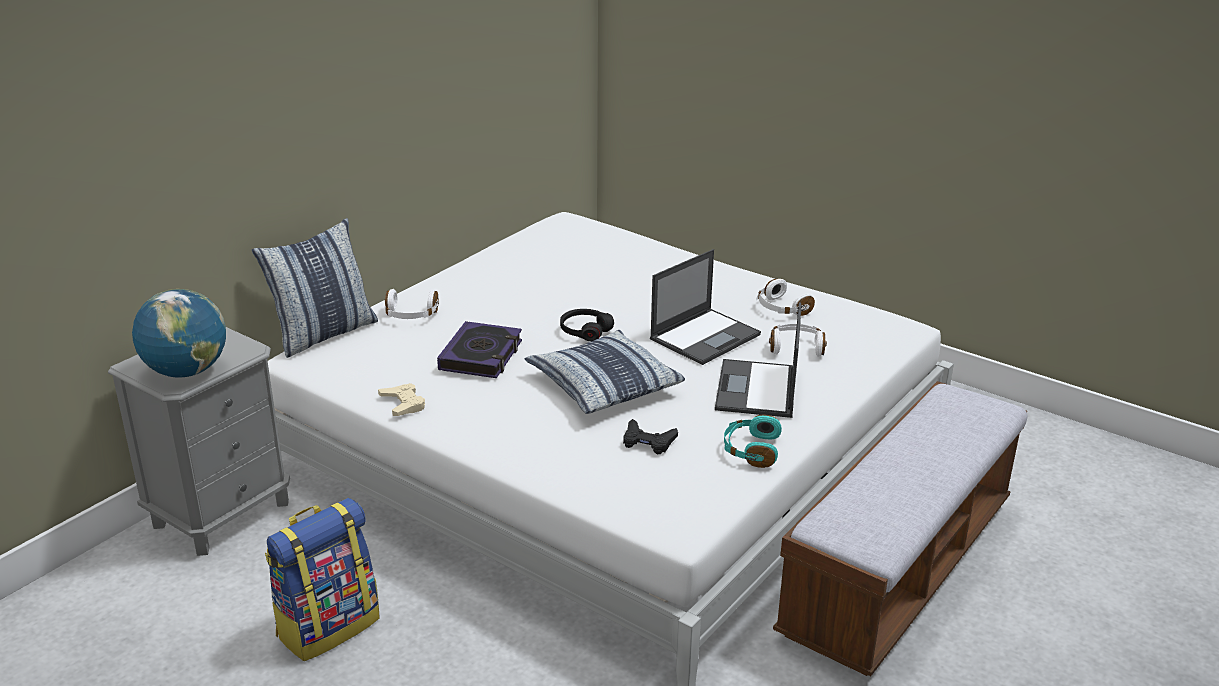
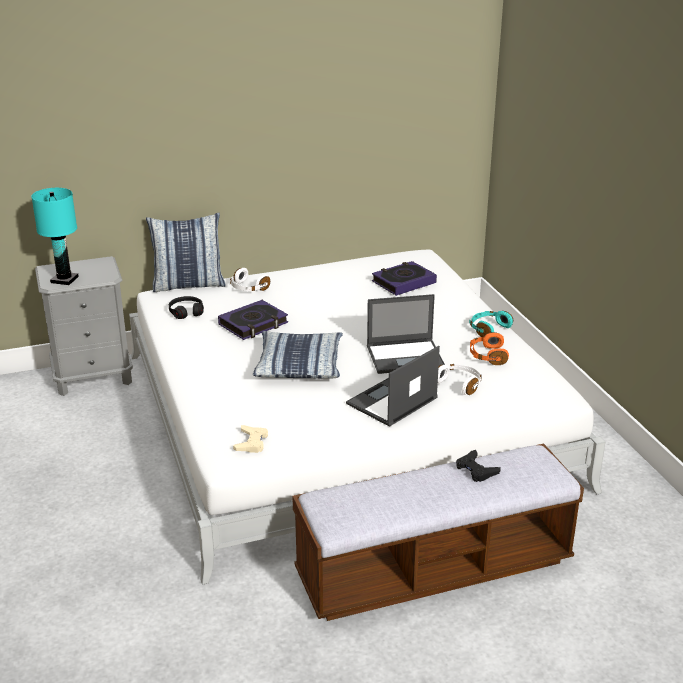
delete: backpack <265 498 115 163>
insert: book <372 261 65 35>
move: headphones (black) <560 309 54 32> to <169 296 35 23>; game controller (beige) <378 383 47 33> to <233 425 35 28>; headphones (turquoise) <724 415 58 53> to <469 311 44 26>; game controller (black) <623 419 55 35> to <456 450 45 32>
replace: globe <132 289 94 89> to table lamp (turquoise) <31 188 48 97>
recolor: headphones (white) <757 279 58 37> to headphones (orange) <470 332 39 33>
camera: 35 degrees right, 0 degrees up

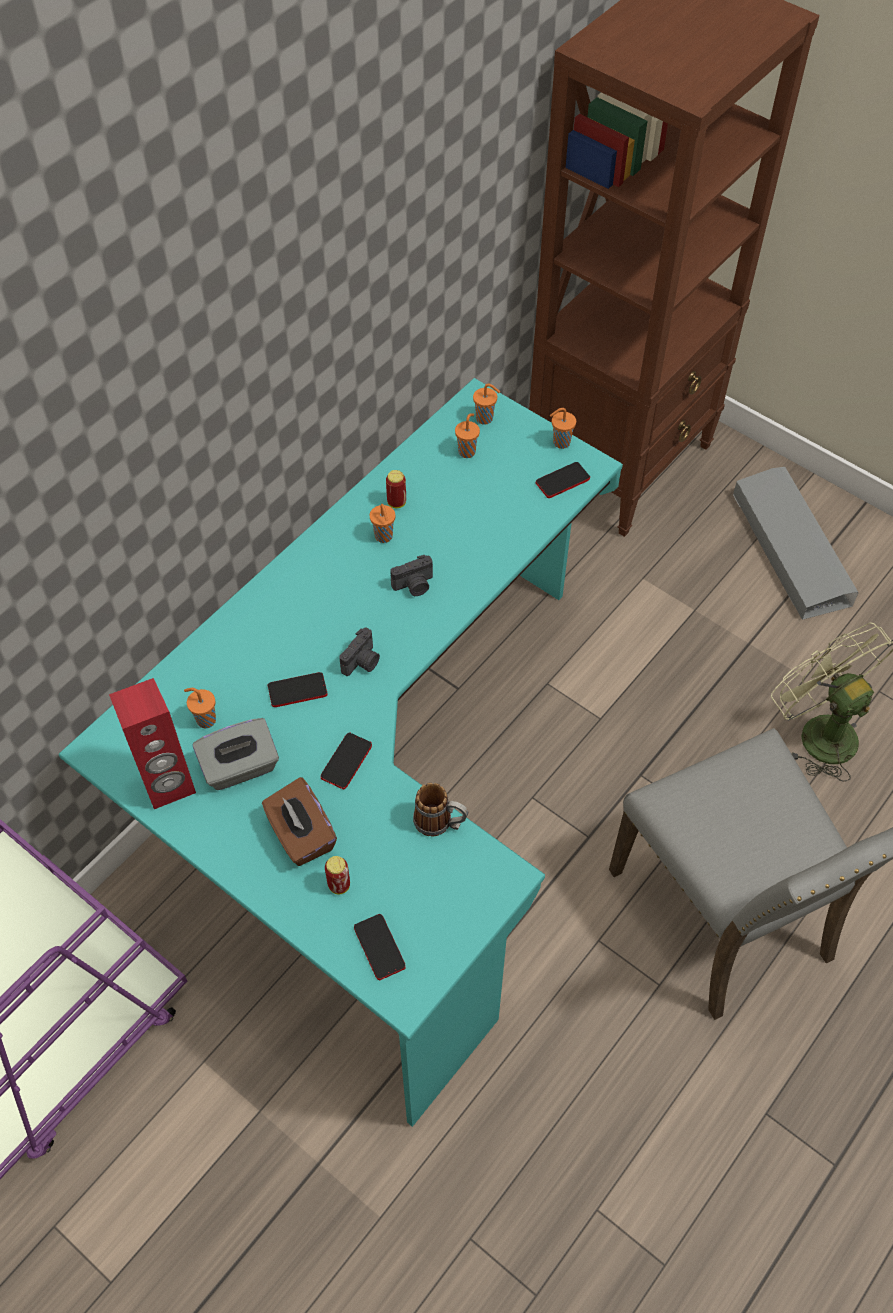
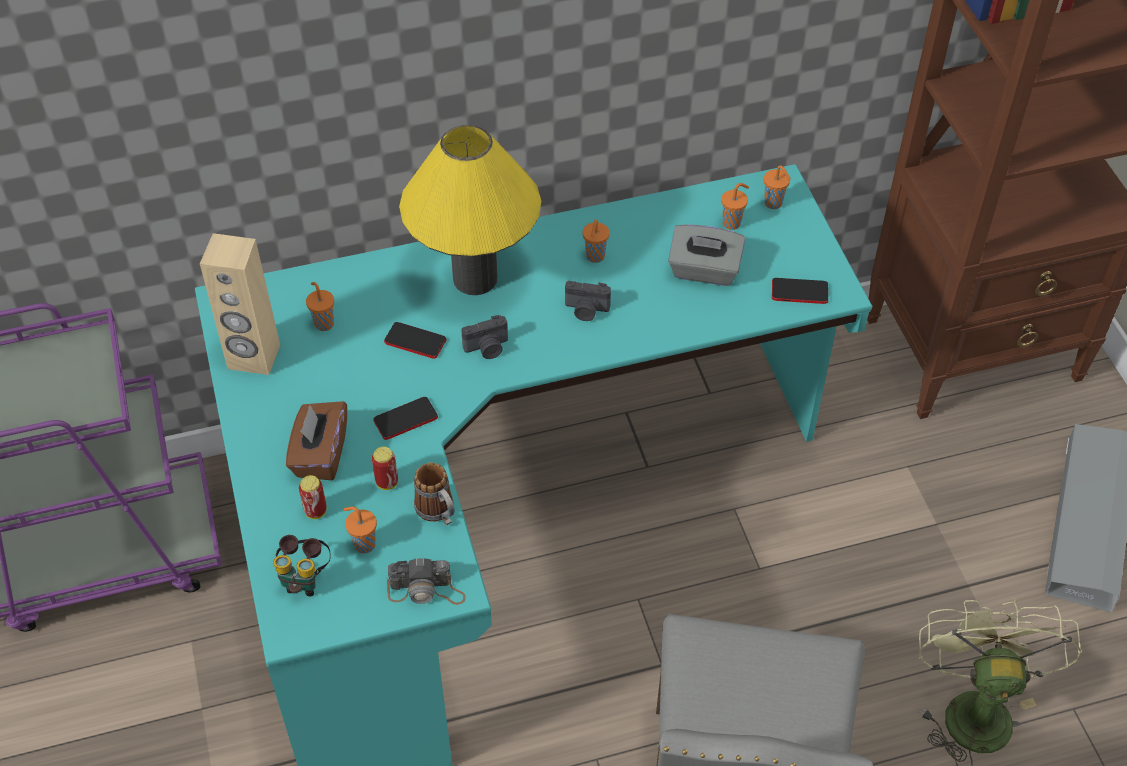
insert: table lamp (yellow) <399 125 142 170>; photo camera <387 558 79 47>
move: cup (orange) <550 408 26 41> to <344 506 33 48>; can <386 470 20 38> to <372 447 26 43>; tissue box (grey) <193 718 86 72> to <668 224 77 62>
replace: phone <354 914 52 66> to binoculars <273 535 58 62>
recolor: speaker (red) <109 678 87 131> to speaker (beige) <200 233 80 142>
camera: 35 degrees right, 5 degrees down

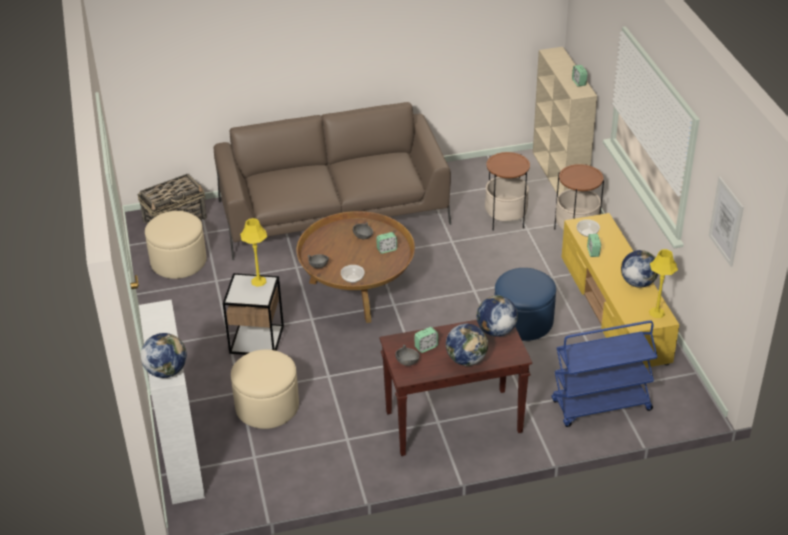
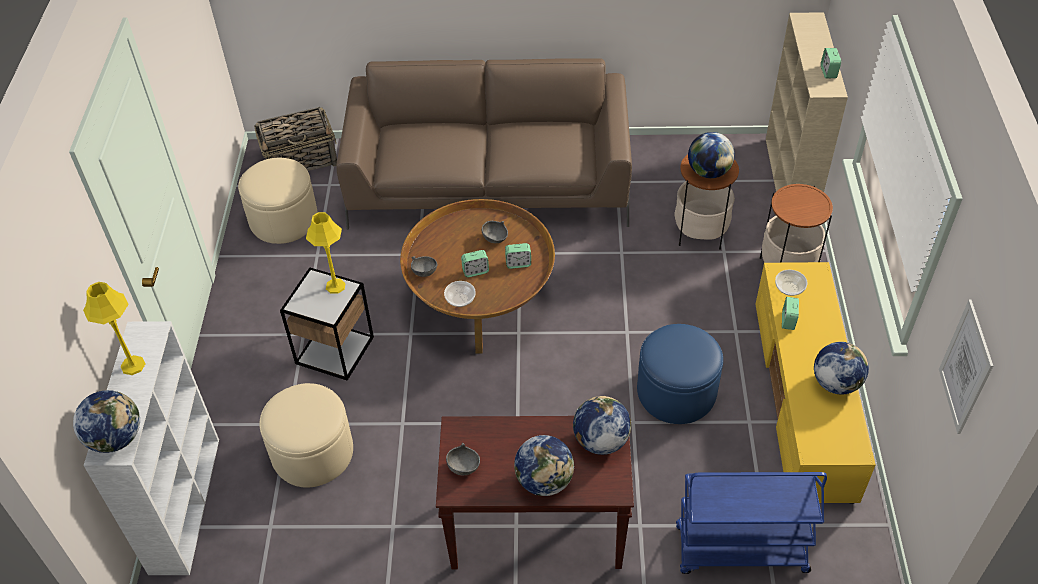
insert: globe <688 132 47 46>
move: table lamp (yellow) <649 249 29 69> to <83 282 62 93>; alarm clock <414 327 24 26> to <461 250 28 27>
camera: 15 degrees right, 10 degrees up

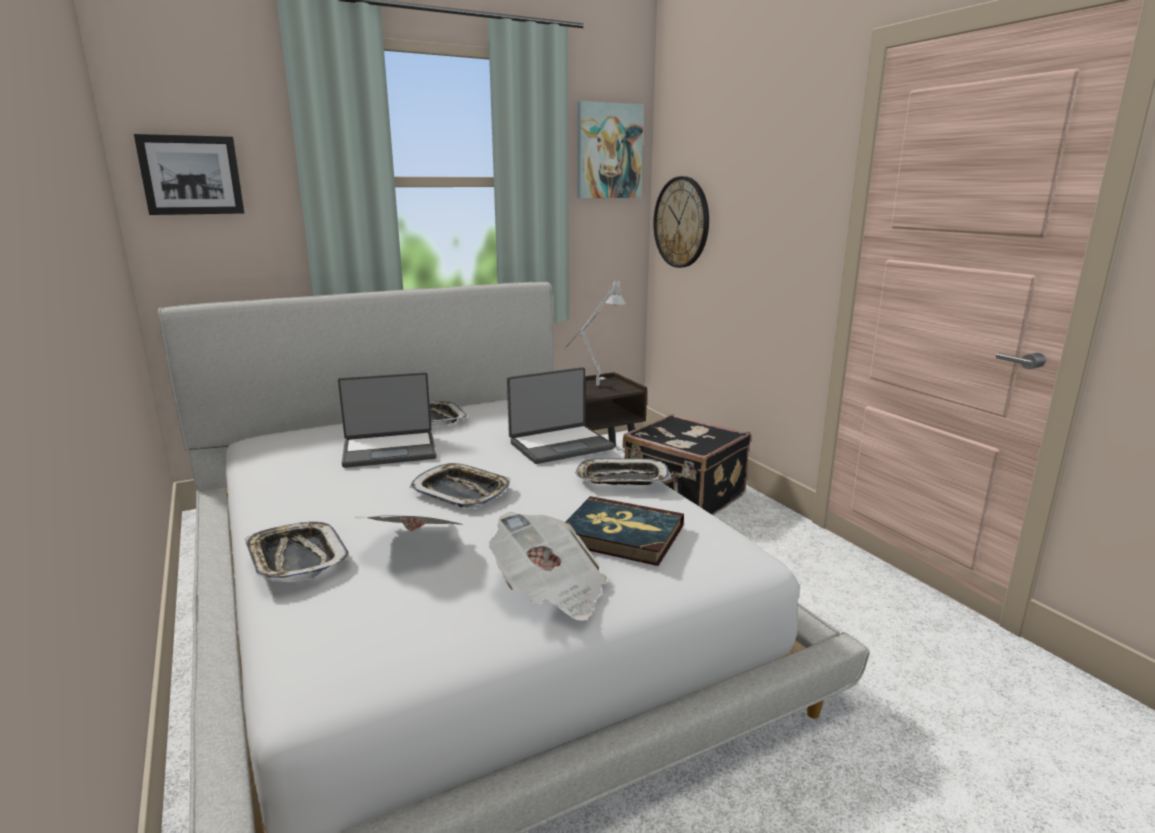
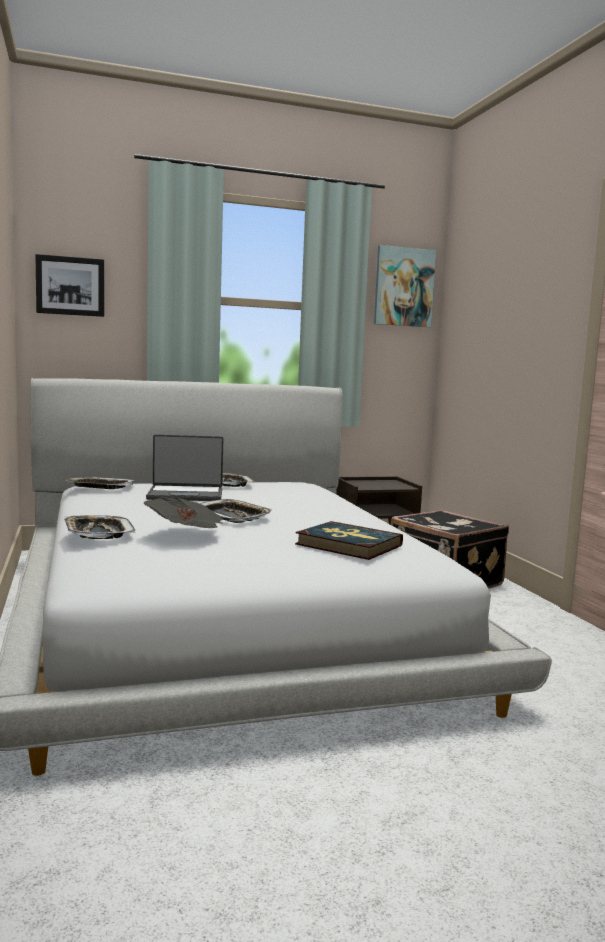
delete: wall clock <653 176 56 92>; table lamp (grey) <564 281 62 105>; laptop <507 367 107 97>; newspaper <489 512 119 109>
move: tray <575 458 96 27> to <66 477 69 12>
camera: 10 degrees right, 10 degrees down

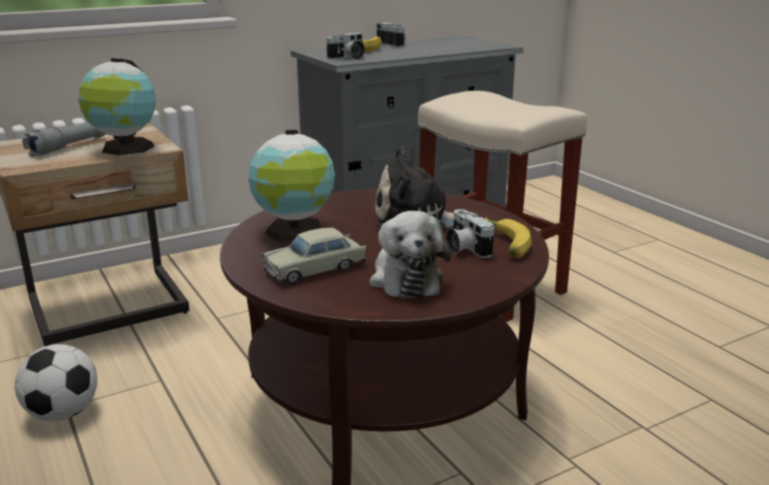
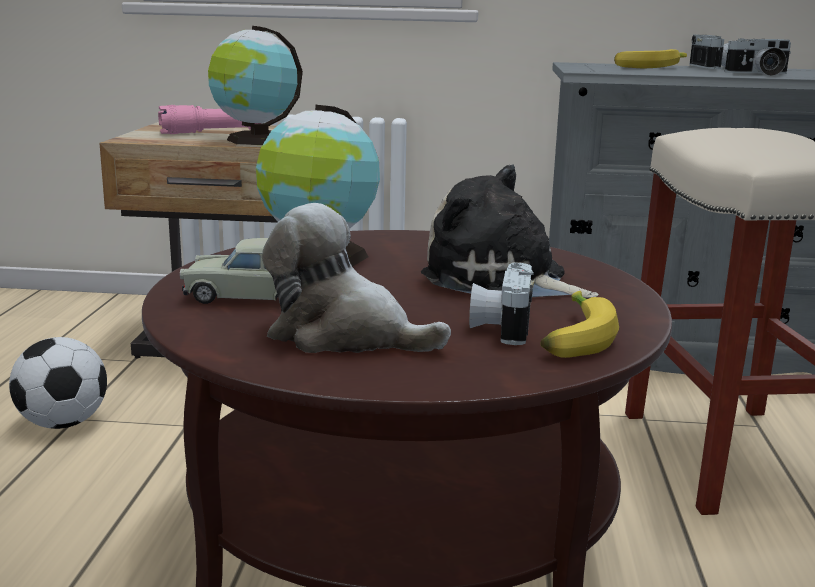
move: photo camera <326 32 39 27> to <725 38 66 38>
recolor: flashlight (grey) <22 122 84 35> to flashlight (pink) <158 105 102 29>
rotate: plush toy <370 211 81 88> = <262 203 189 150> 90 degrees clockwise
camera: 35 degrees right, 5 degrees down

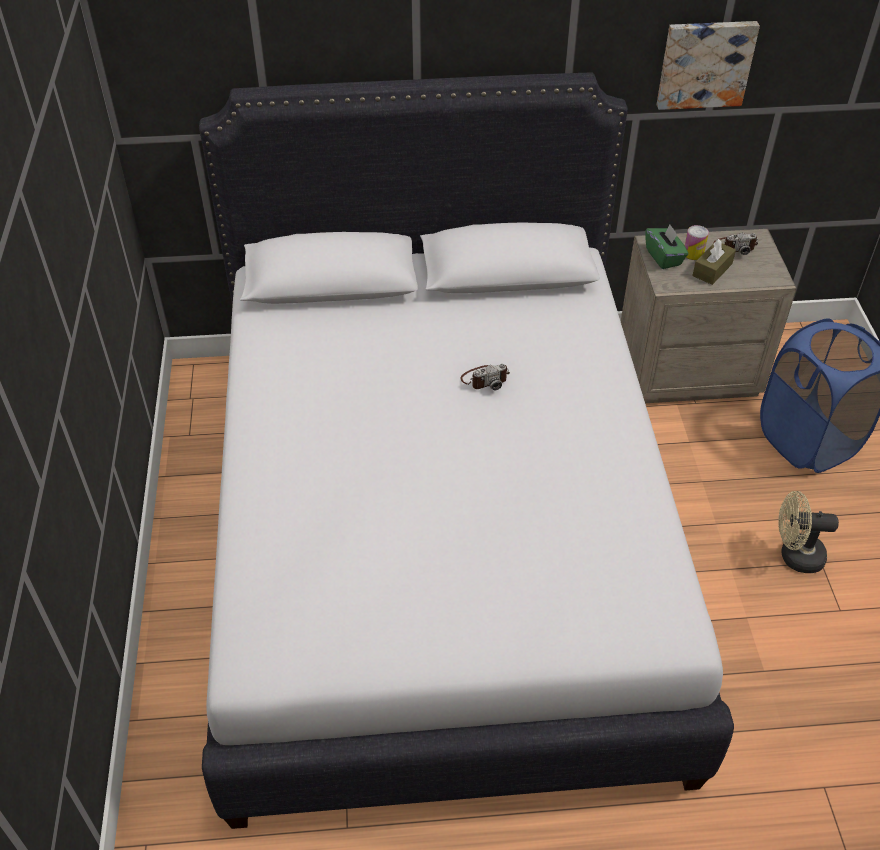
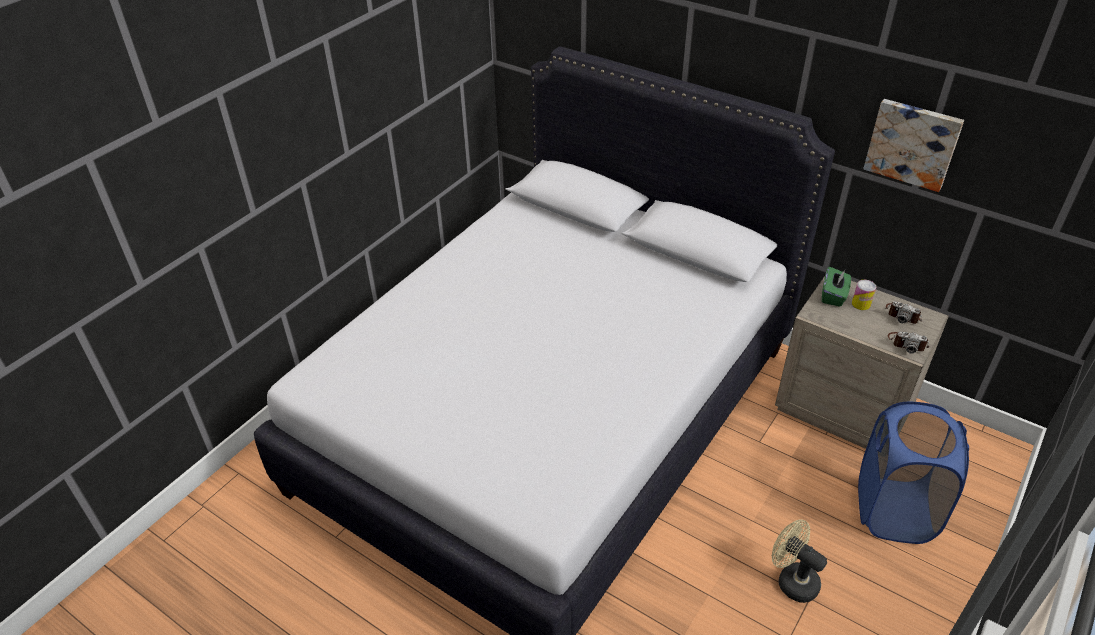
delete: tissue box (brown) <692 239 44 46>
move: photo camera <460 364 50 26> to <888 331 41 23>
camera: 40 degrees right, 5 degrees down

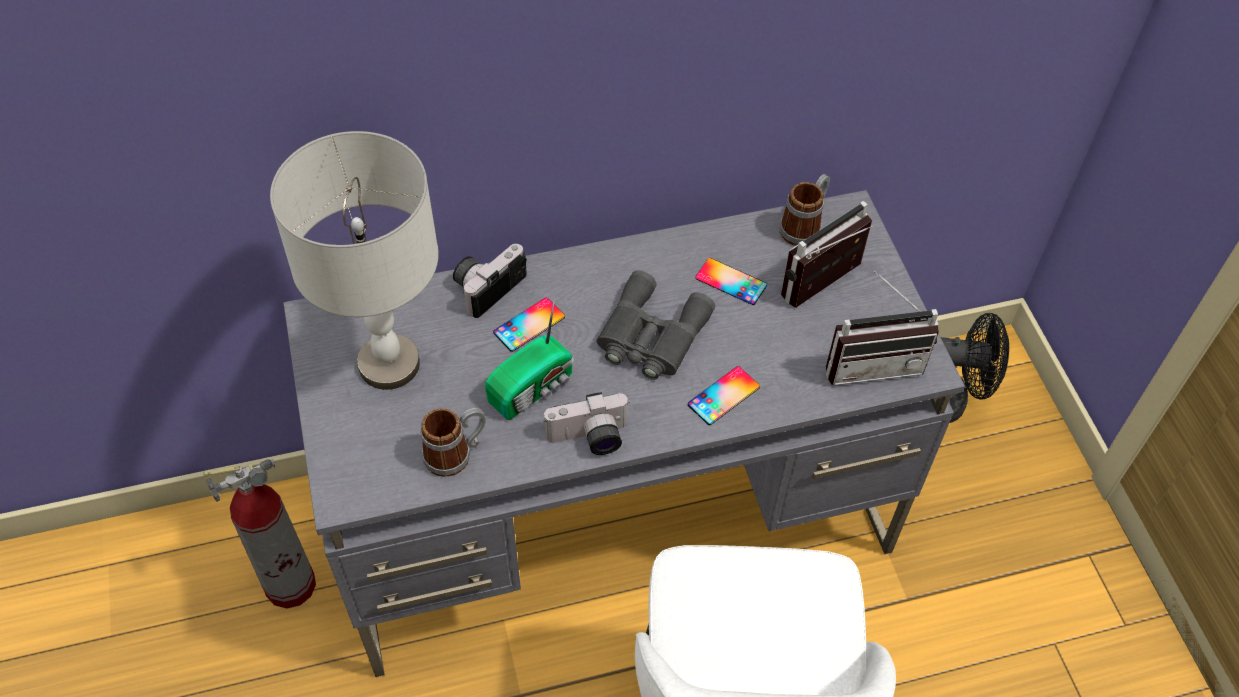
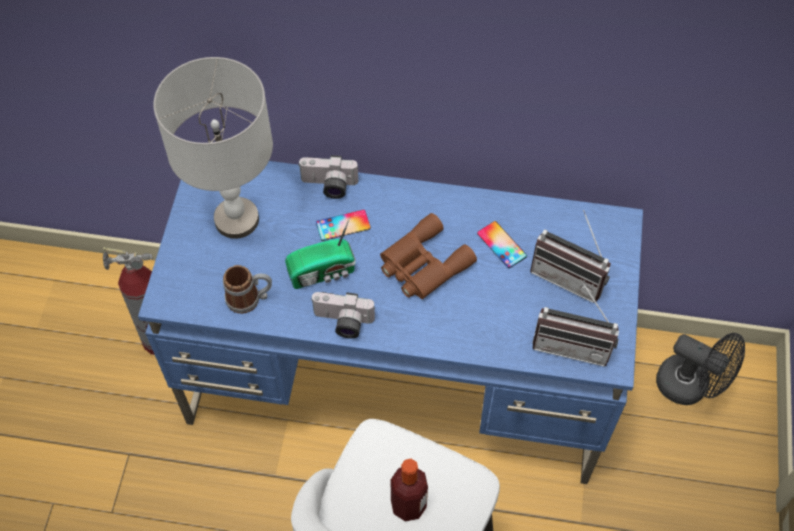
delete: mug <779 174 51 72>; phone <688 366 72 59>
insert: bottle <391 459 37 63>
recolor: desk (grey) <283 190 682 487> to desk (blue) <138 161 505 323>; binoculars (grey) <597 270 118 110> to binoculars (brown) <380 213 97 86>
rotate: radio <781 201 92 107> = <530 210 81 93> 135 degrees counterclockwise; photo camera <453 244 74 74> = <298 155 61 44> 150 degrees counterclockwise
camera: 25 degrees right, 5 degrees up

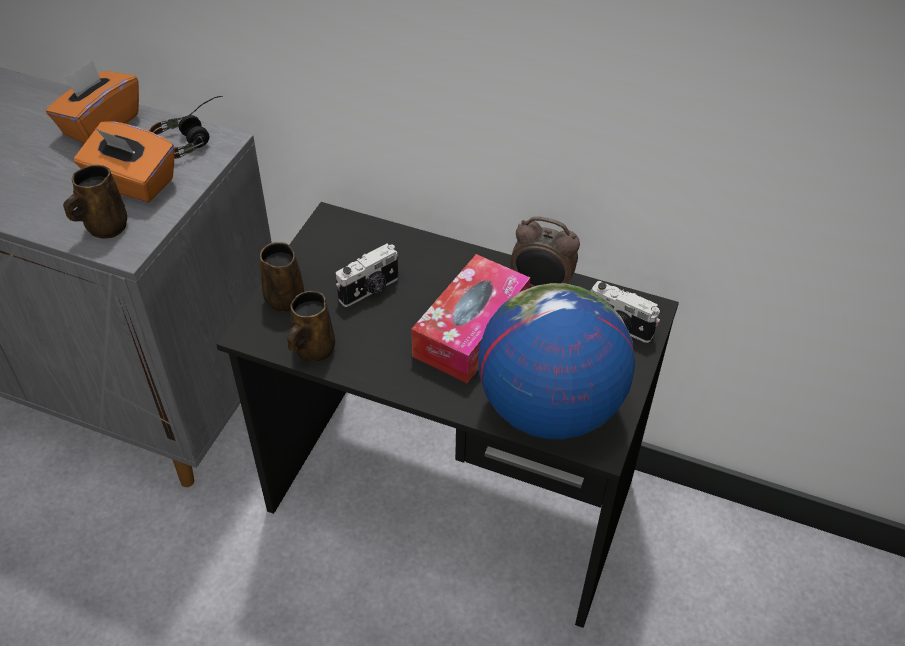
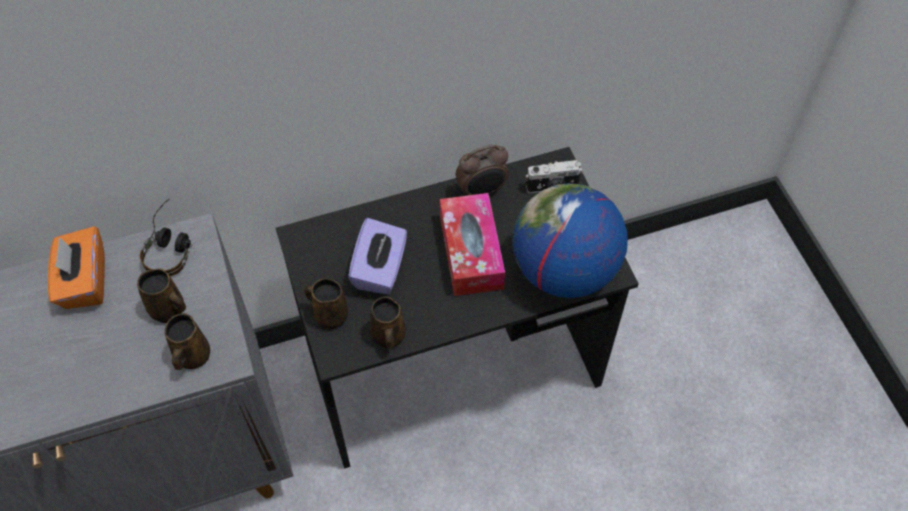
replace: tissue box (orange) <74 121 101 82> to mug (brown) <137 268 49 55>; photo camera <336 244 62 63> to tissue box (purple) <348 218 59 77>
camera: 40 degrees left, 10 degrees up

